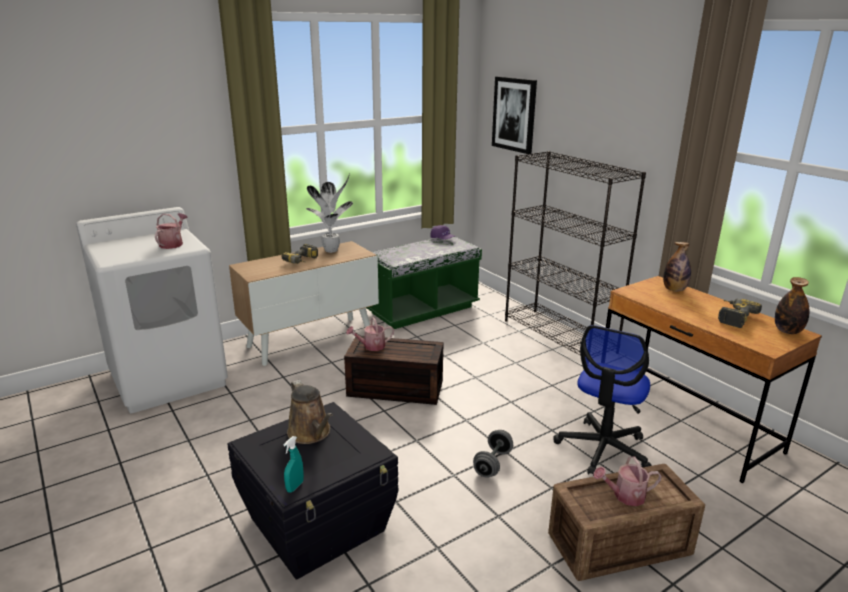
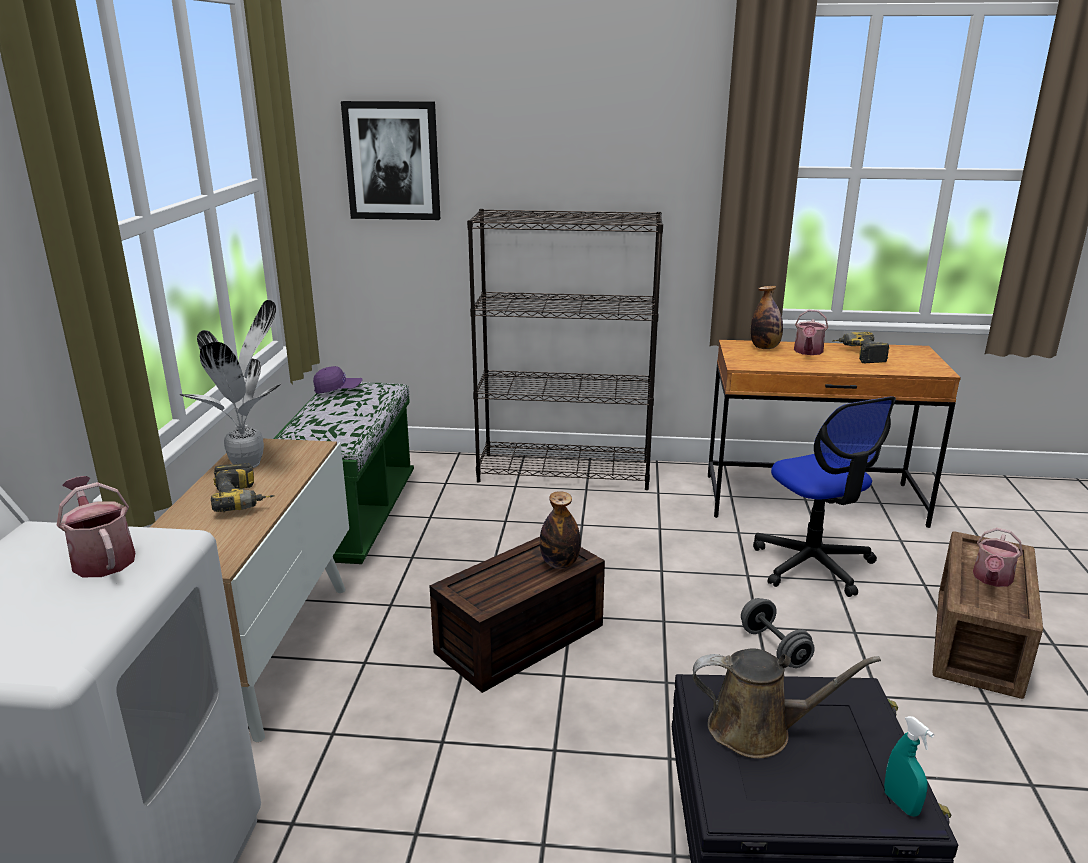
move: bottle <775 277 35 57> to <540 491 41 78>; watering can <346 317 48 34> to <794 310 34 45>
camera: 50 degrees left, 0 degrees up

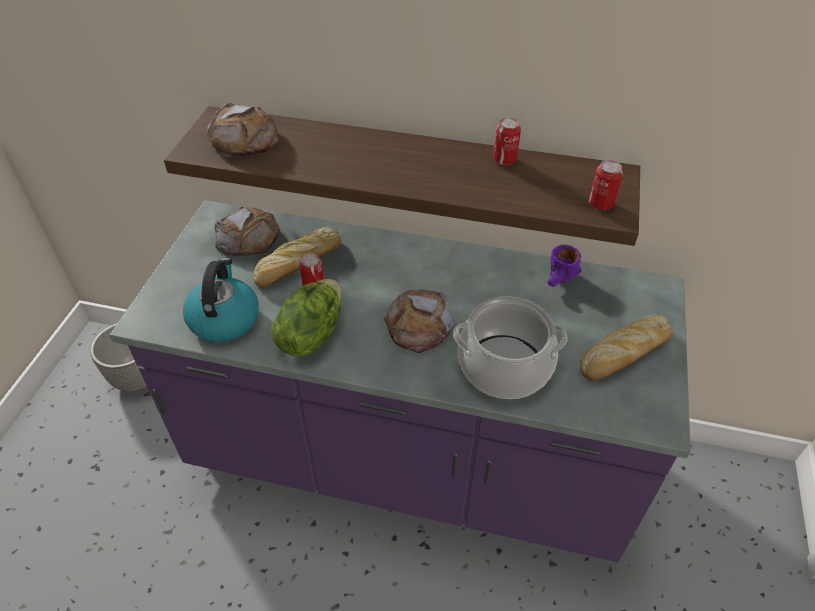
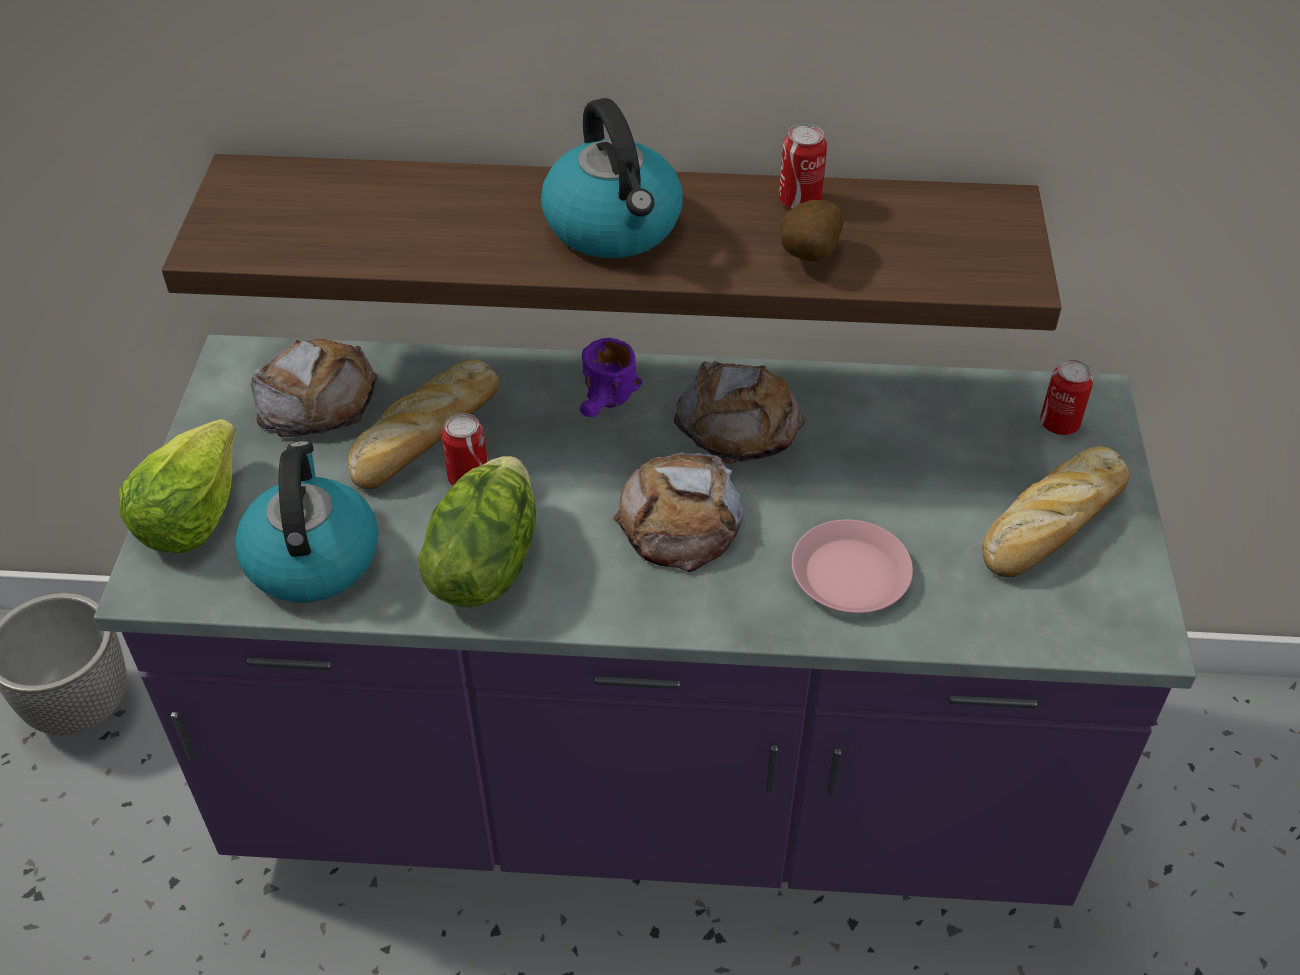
insert: kettle <541 98 142 160>; potato <780 200 63 61>; lettuce <119 419 117 134>
move: bread <207 103 72 54> to <674 361 131 104>; can <589 160 34 50> to <1040 359 53 76>; mug (purple) <547 244 35 43> to <580 338 62 79>
replace: cooking pot <453 296 114 103> to plate (pink) <792 520 121 93>
camera: 10 degrees left, 0 degrees up

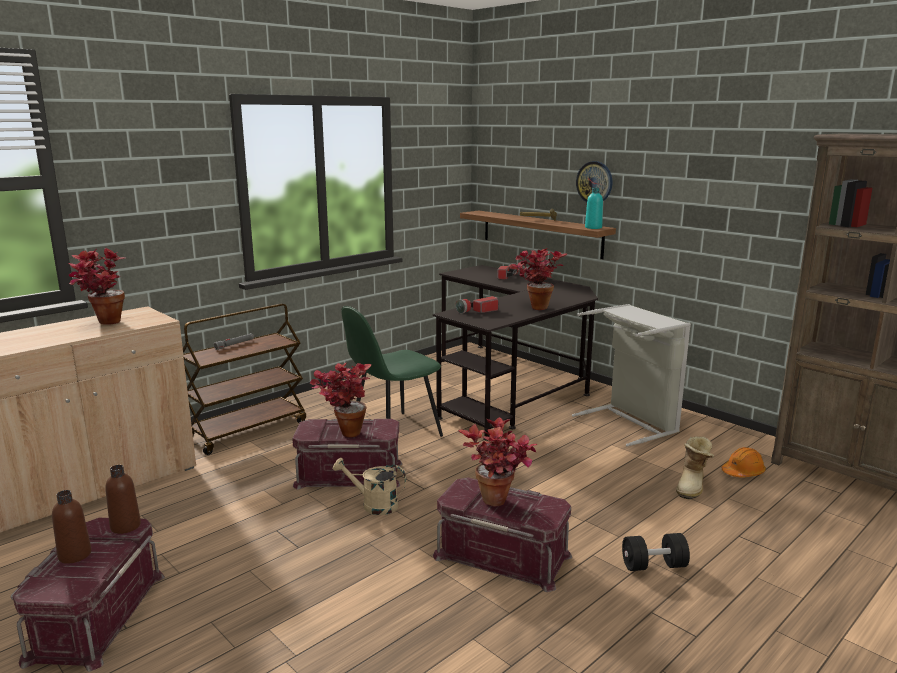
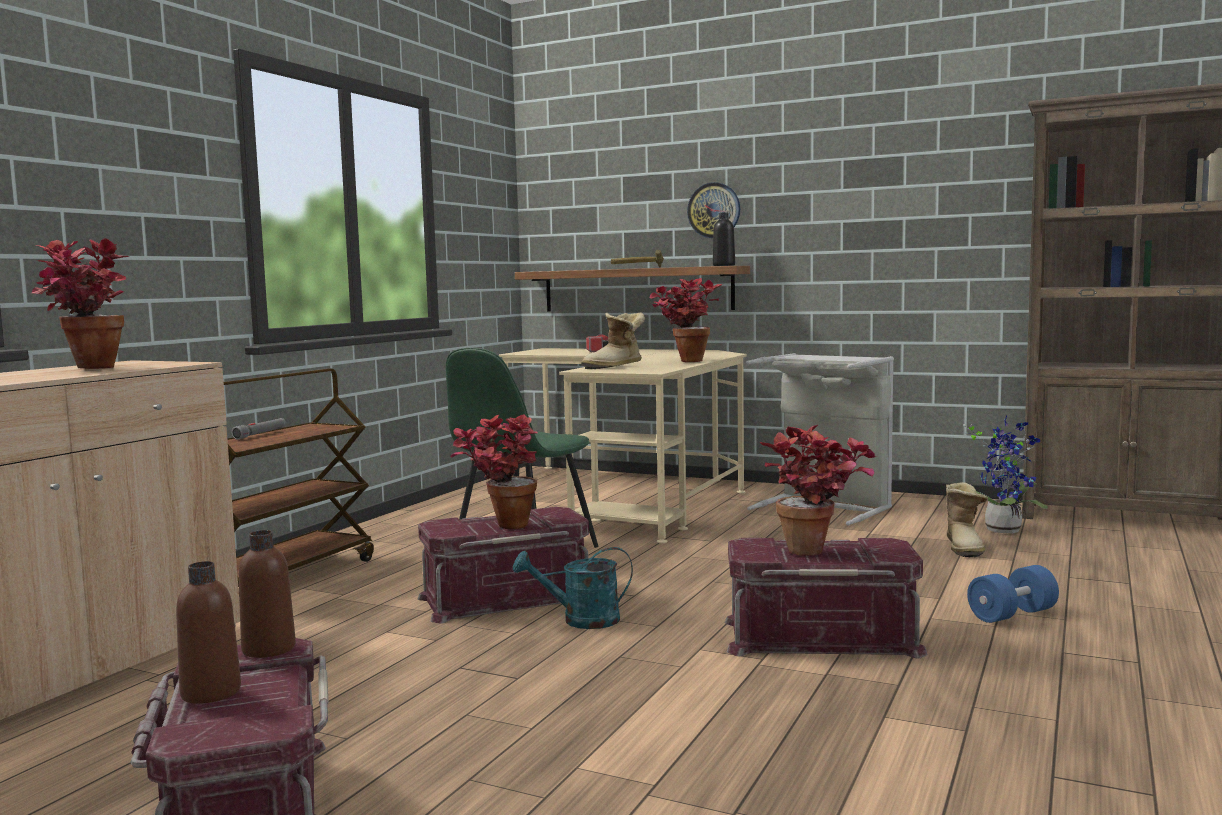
replace: flashlight <456 296 43 18> to boot <581 312 64 57>; hard hat (orange) <721 447 45 30> to potted plant <963 415 85 118>
recolor: bottle (turquoise) <585 188 18 41> to bottle (black) <713 212 22 54>; desk (black) <433 265 165 176> to desk (beige) <499 348 248 195>; watering can (beige) <333 458 73 57> to watering can (turquoise) <513 547 120 82>; dumbbell (black) <622 533 68 38> to dumbbell (blue) <967 565 92 58>
camera: 20 degrees left, 10 degrees down

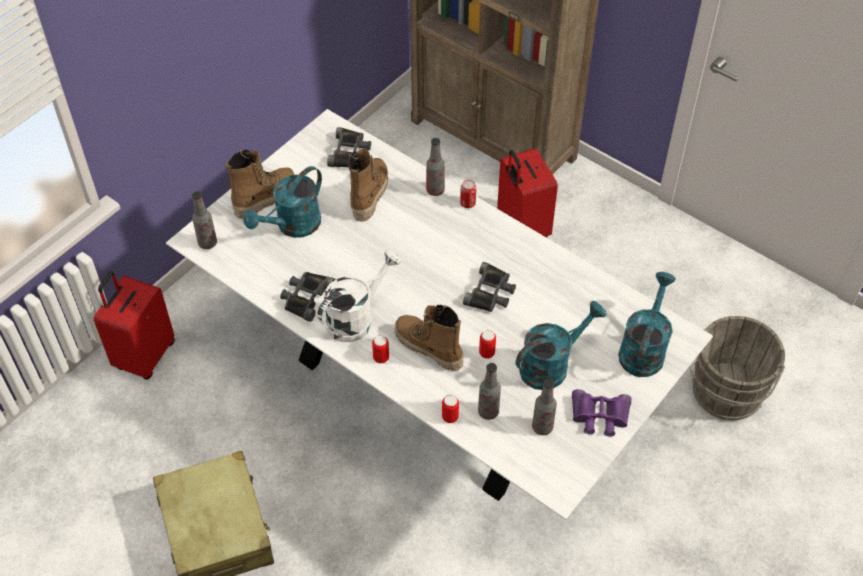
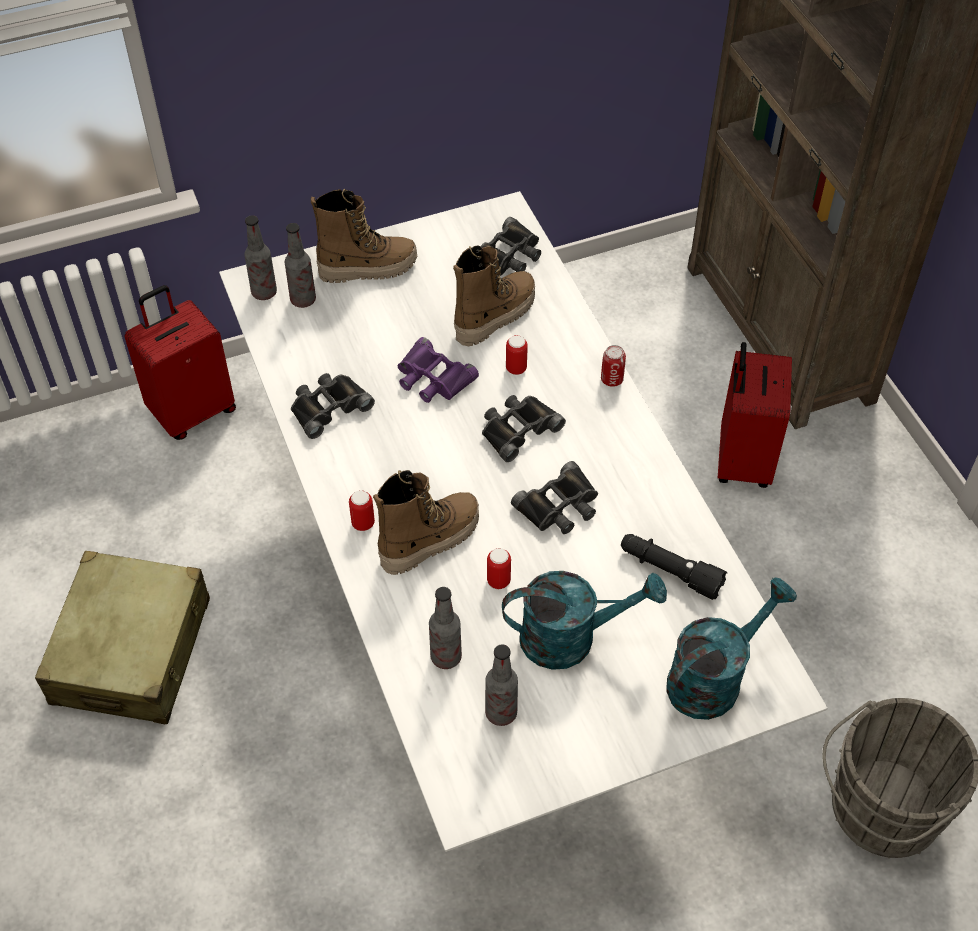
delete: watering can (turquoise) <243 166 79 72>; watering can (white) <317 250 84 92>
insert: binoculars (black) <482 395 84 67>; flashlight (black) <621 534 106 66>
move: bottle <426 138 19 58> to <285 223 31 85>; binoculars (purple) <572 389 59 48> to <398 337 81 66>; can <442 395 17 28> to <506 335 22 40>
rotate: boot <395 305 69 66> = <373 470 106 105> 75 degrees clockwise
camera: 30 degrees right, 0 degrees up

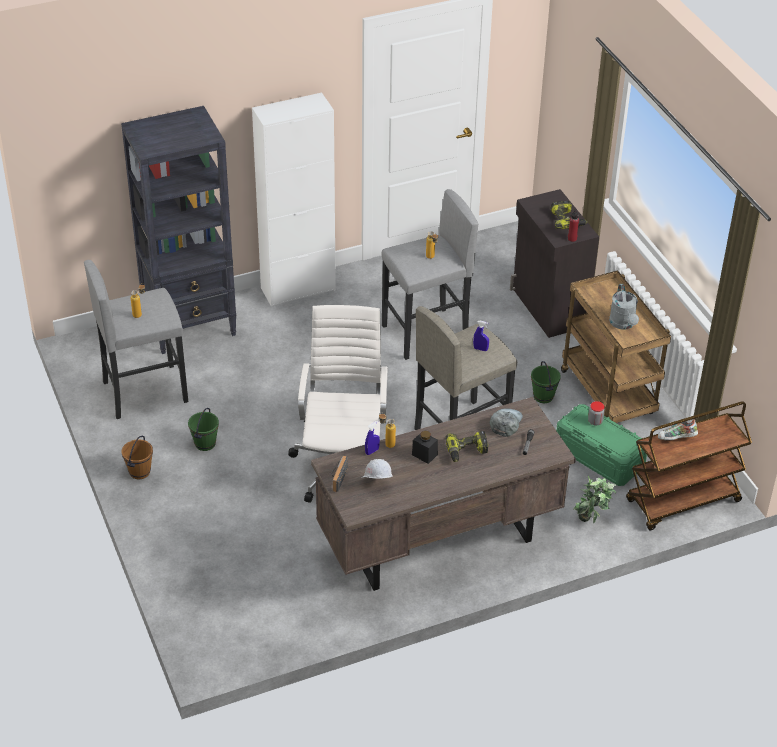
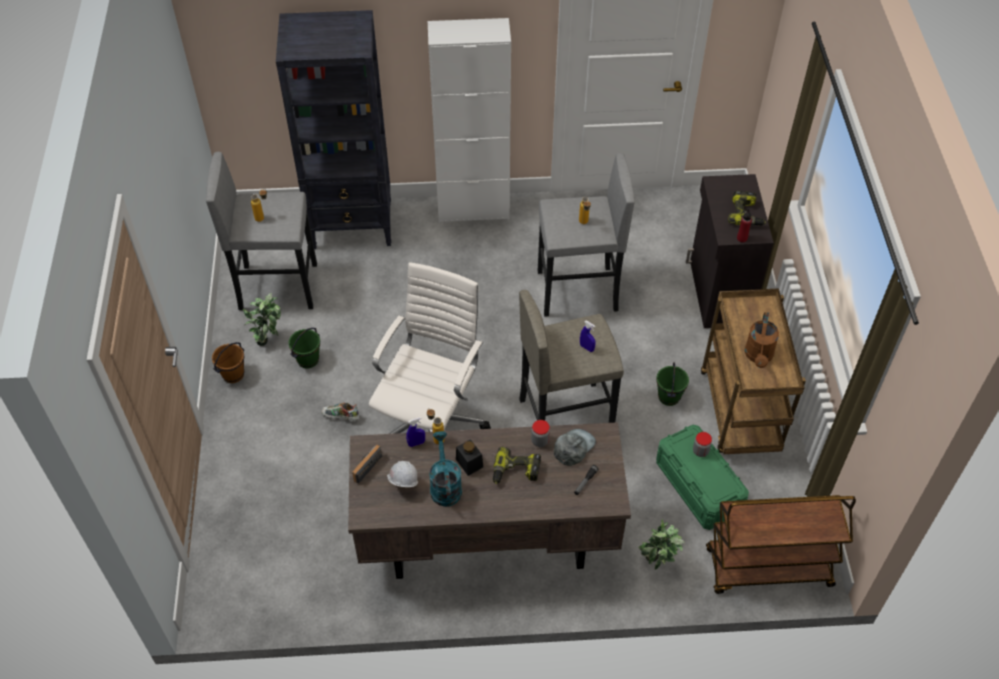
insert: potted plant <243 293 38 53>; jar <531 420 19 27>; watering can (turquoise) <429 431 33 76>
move: shoe <658 419 40 21> to <321 402 38 19>
recolor: watering can (grey) <609 284 30 46> to watering can (brown) <745 312 34 56>
camera: 20 degrees right, 10 degrees up

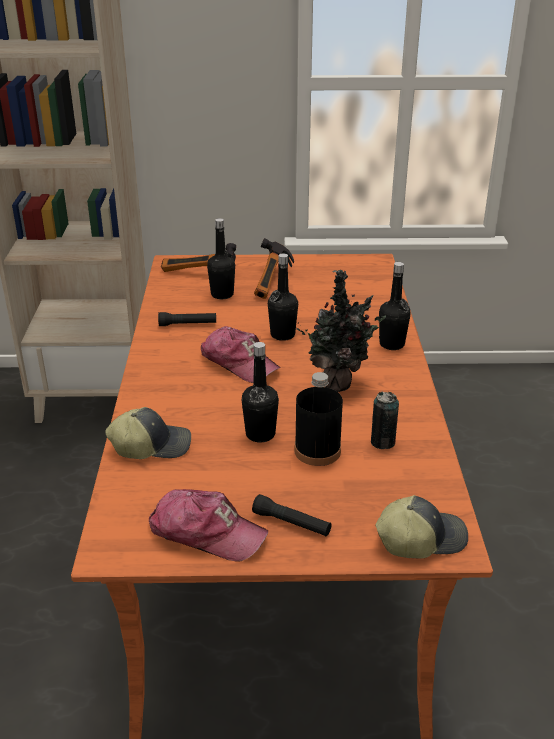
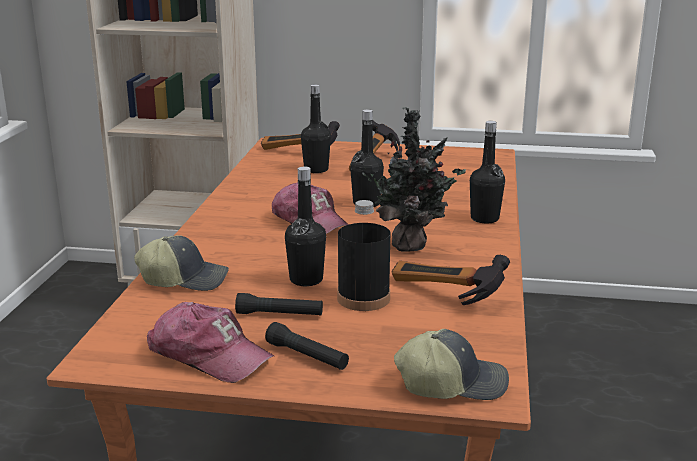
move: flashlight (black) <158 312 58 14> to <235 293 88 22>
replace: can <371 391 28 58> to hammer <391 255 119 50>
camera: 10 degrees right, 10 degrees down

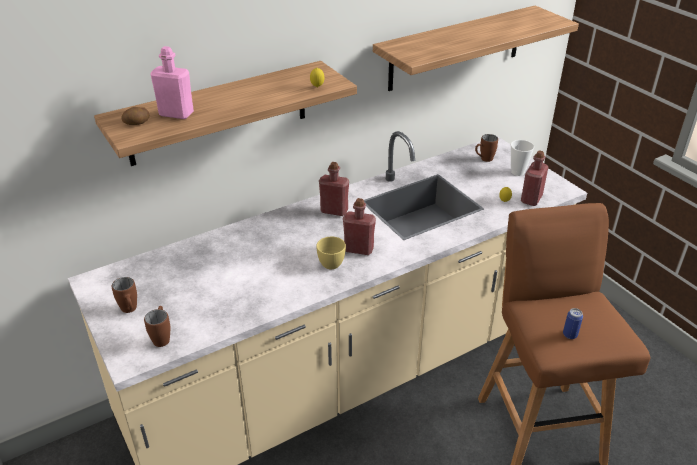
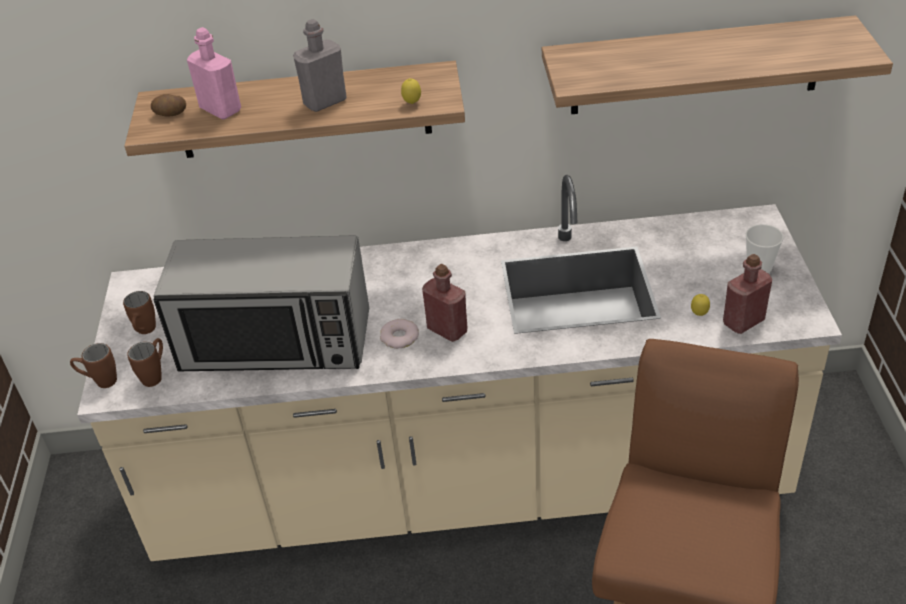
delete: bottle (red) <319 162 30 54>; can <563 308 20 31>
insert: bottle (grey) <293 19 54 93>; microwave <154 235 215 136>
move: mug (brown) <475 134 23 28> to <70 343 47 45>
replace: cup (yellow) <316 237 30 32> to donut <380 319 39 30>
camera: 30 degrees right, 5 degrees up

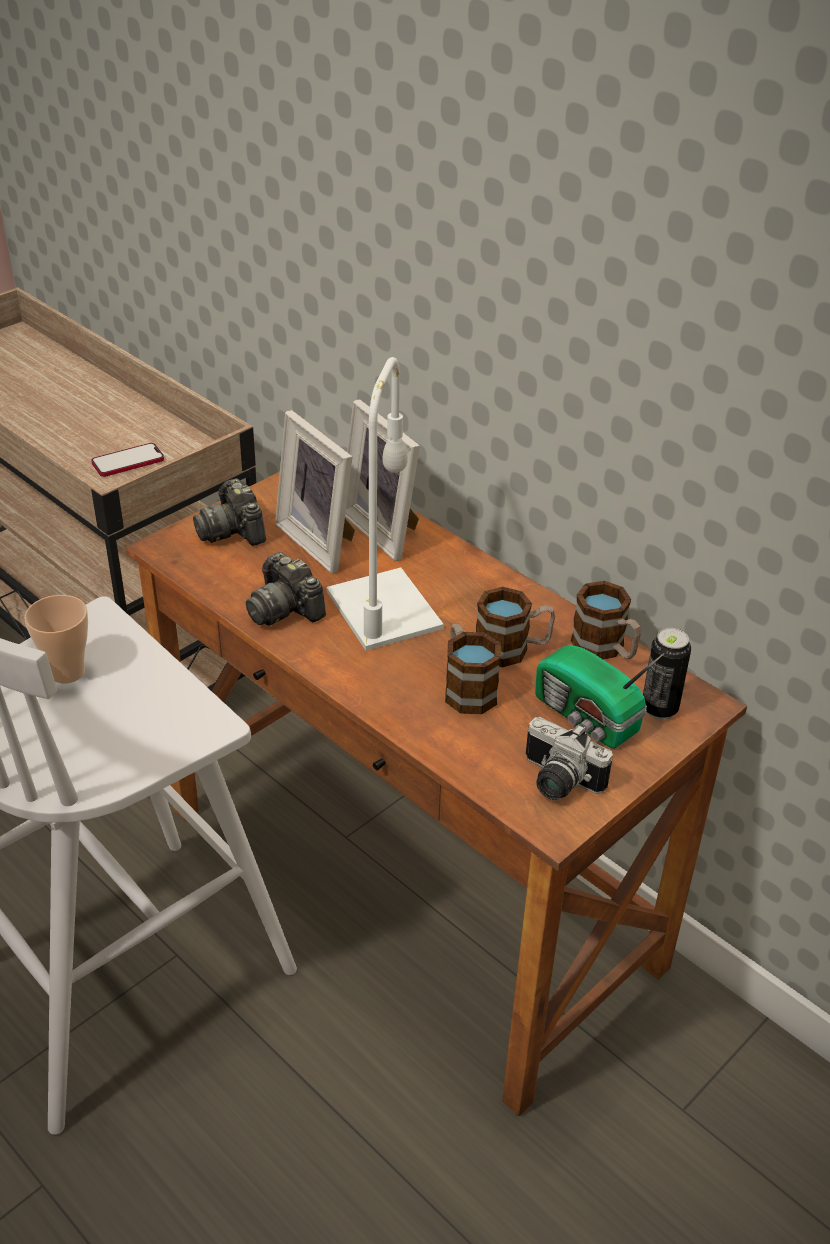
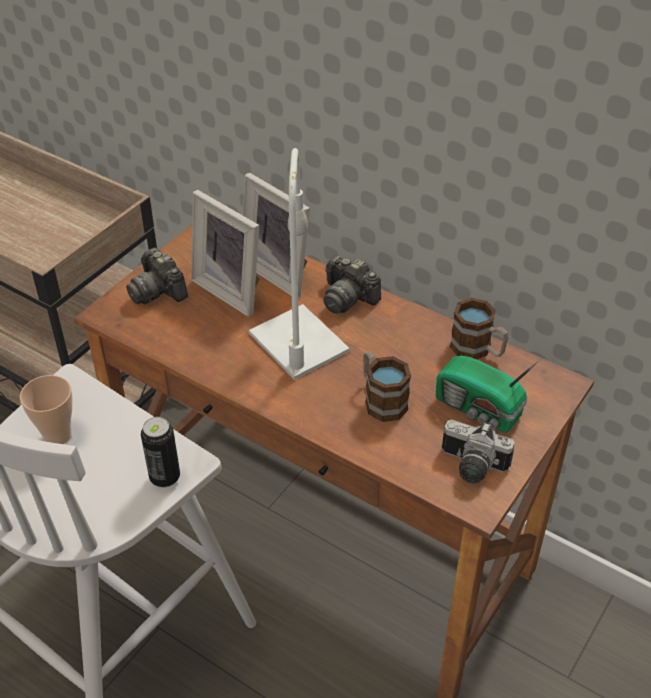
delete: phone <91 443 73 34>; mug <476 587 79 80>
move: photo camera <246 552 80 74> to <323 255 58 59>; can <643 628 48 91> to <141 417 39 71>
camera: 10 degrees left, 5 degrees up

